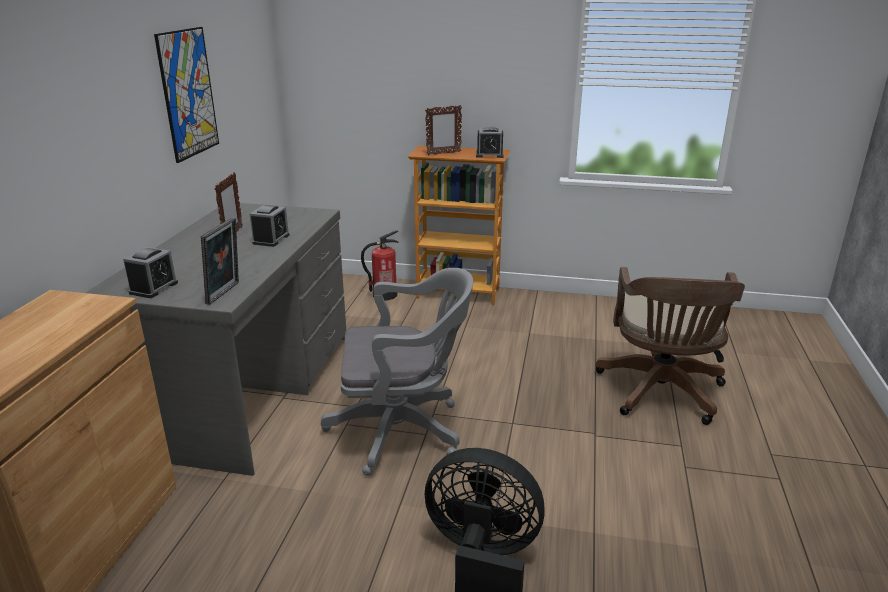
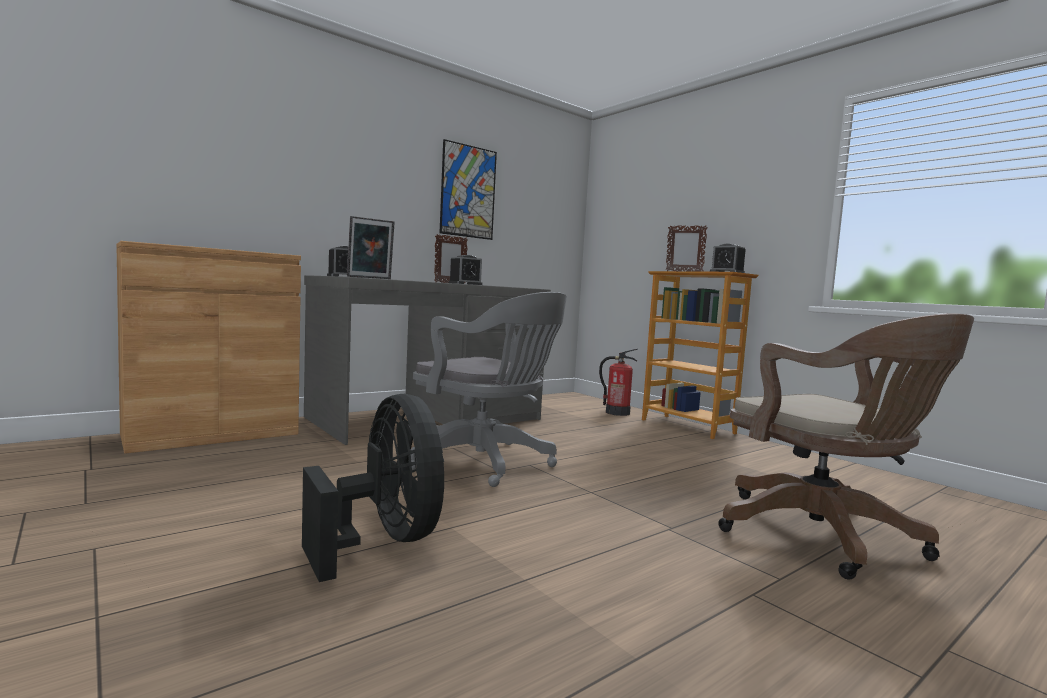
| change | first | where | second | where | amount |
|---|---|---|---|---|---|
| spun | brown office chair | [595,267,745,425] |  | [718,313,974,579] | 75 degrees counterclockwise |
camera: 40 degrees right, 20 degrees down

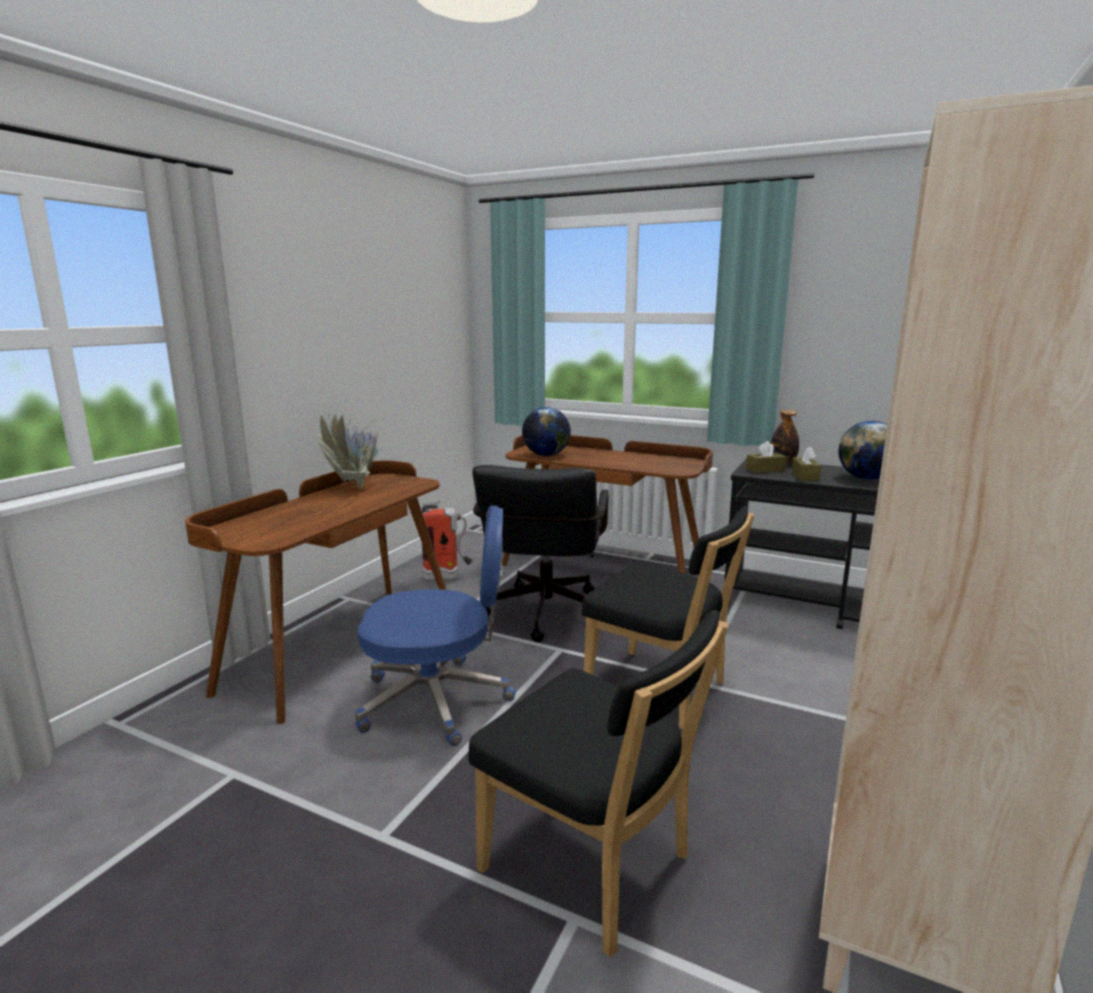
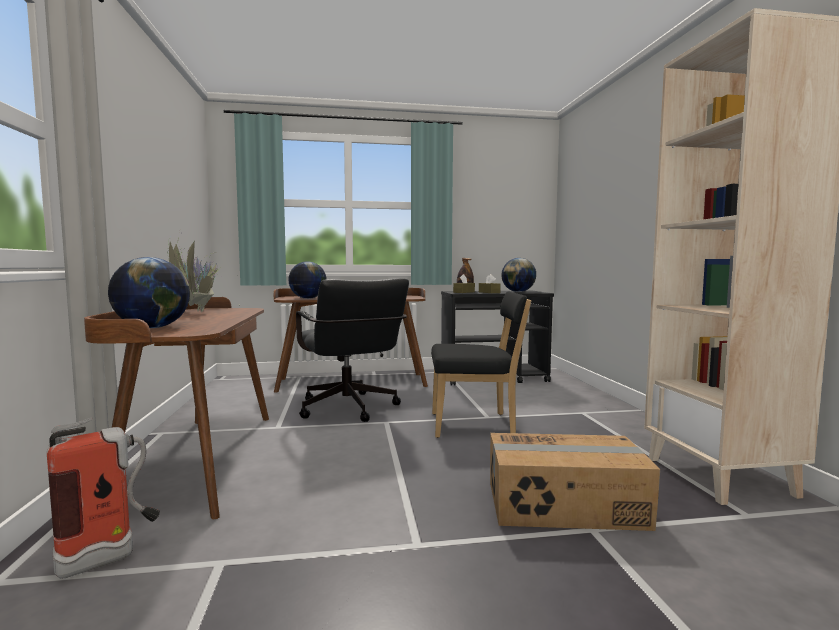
| change | first | where | second | where | amount |
|---|---|---|---|---|---|
| relocated | fire extinguisher | [422,501,473,581] |  | [47,418,160,579] |  |
| appeared |  |  | globe | [108,257,190,328] |  |
| exchanged | black chair | [468,610,728,957] | cardboard box | [490,433,660,531] |  |
| missing | blue office chair | [355,505,516,746] |  |  |  |
camera: 35 degrees left, 10 degrees down

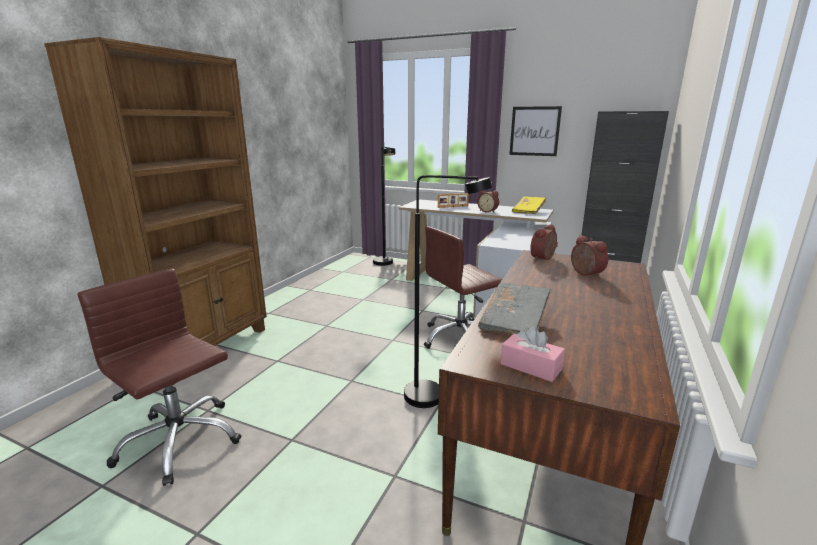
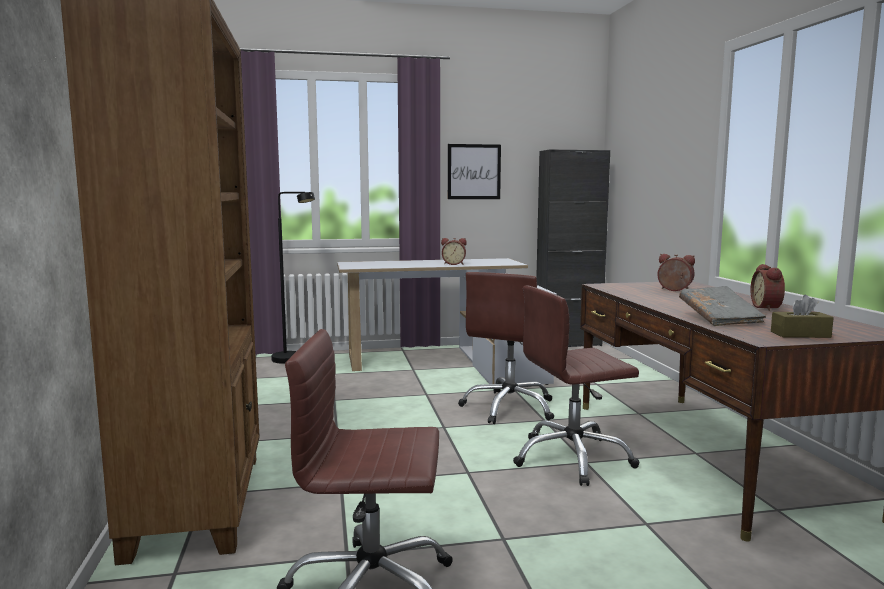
| change | first | where | second | where | amount |
|---|---|---|---|---|---|
| exchanged | black floor lamp | [404,175,492,408] | brown office chair | [513,285,639,486] |  |
| relocated | alarm clock | [530,224,558,261] |  | [751,264,785,311] |  |
| colour | pink tissue box | [500,326,565,382] | brown tissue box | [771,295,834,338] |  |
| missing | picture frame | [438,193,469,208] |  |  |  |
| missing | yellow book | [512,196,546,214] |  |  |  |
camera: 35 degrees left, 10 degrees down

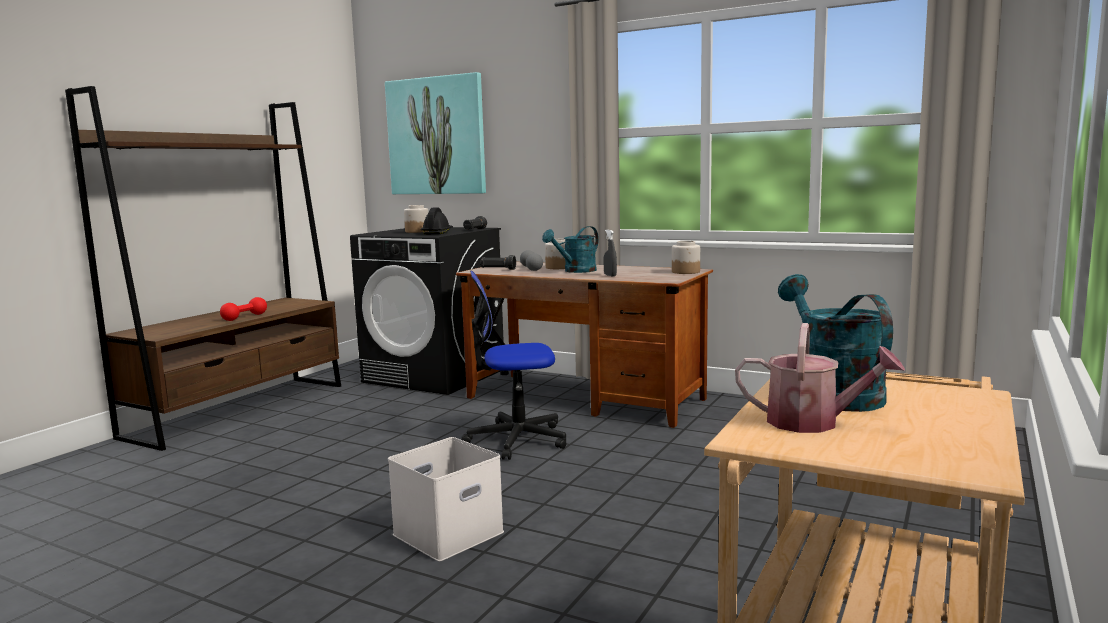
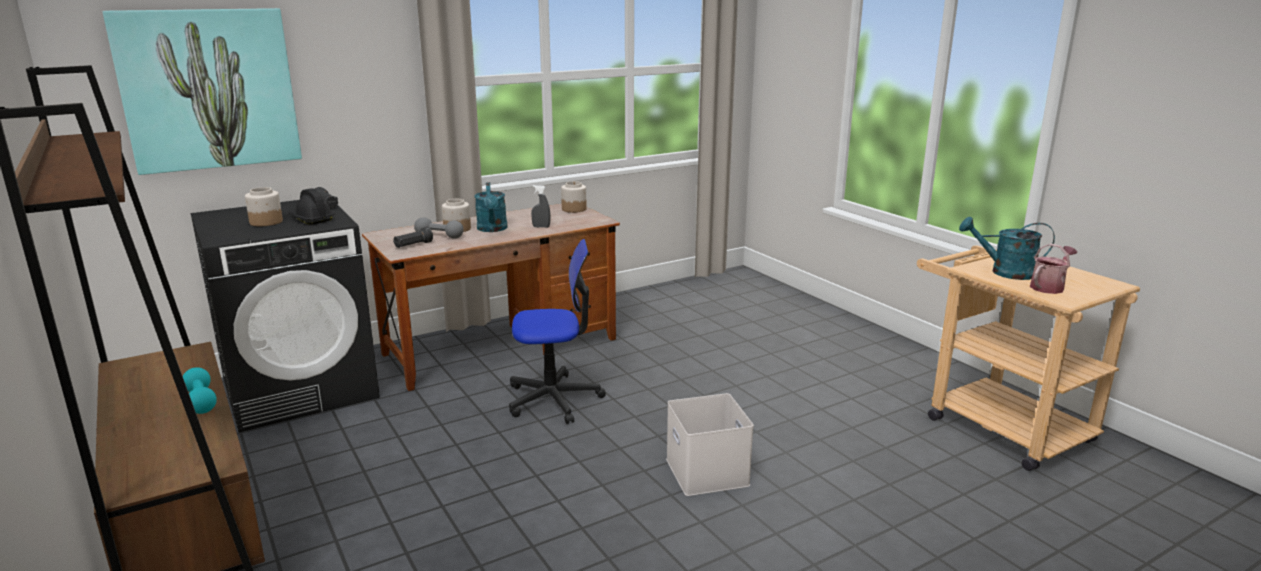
| change | first | where | second | where | amount |
|---|---|---|---|---|---|
| colour | red dumbbell | [220,297,267,321] | turquoise dumbbell | [183,367,217,414] |  |
| spun | office chair | [461,271,566,460] |  | [509,239,606,424] | 120 degrees counterclockwise |
camera: 60 degrees left, 10 degrees up

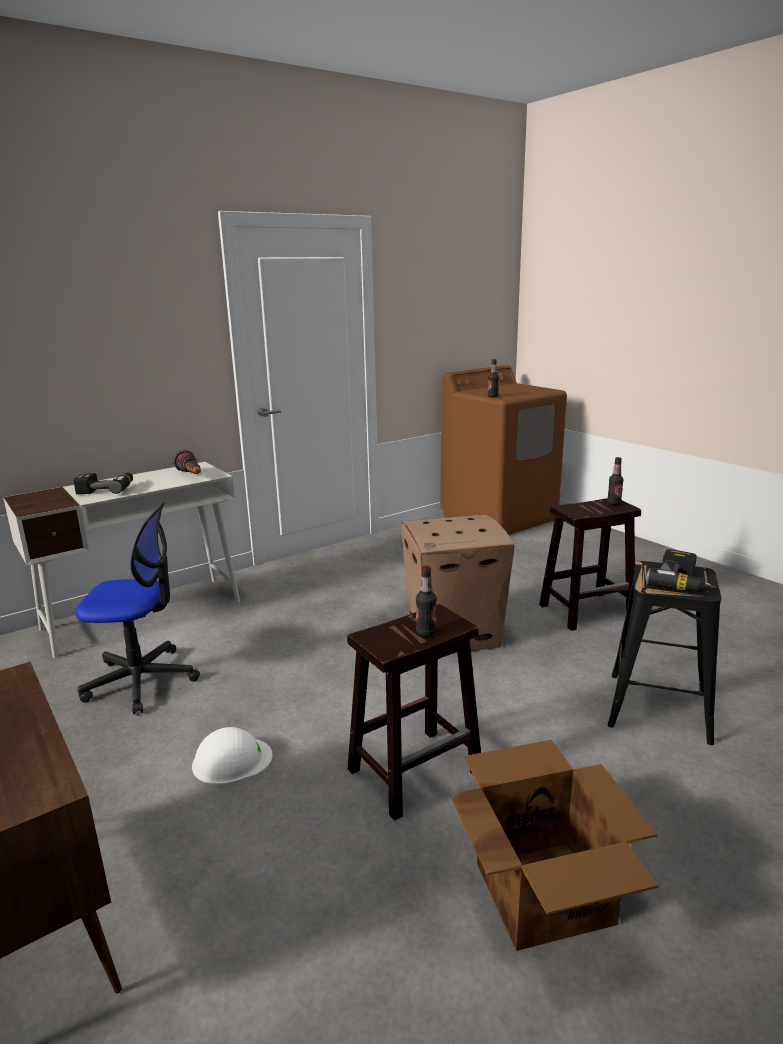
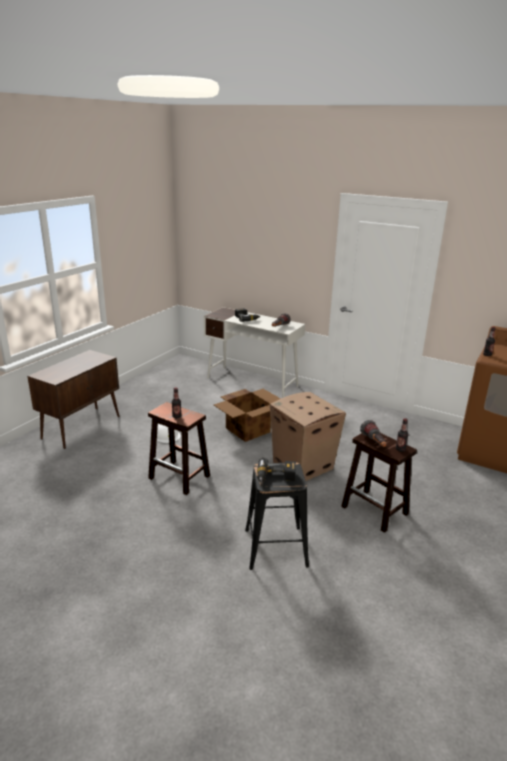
| change | first | where | second | where | amount |
|---|---|---|---|---|---|
| relocated | cardboard box | [450,740,658,951] |  | [214,389,281,442] |  |
| appeared |  |  | flashlight | [360,420,386,447] |  |
| missing | office chair | [75,502,200,714] |  |  |  |
camera: 65 degrees right, 5 degrees up

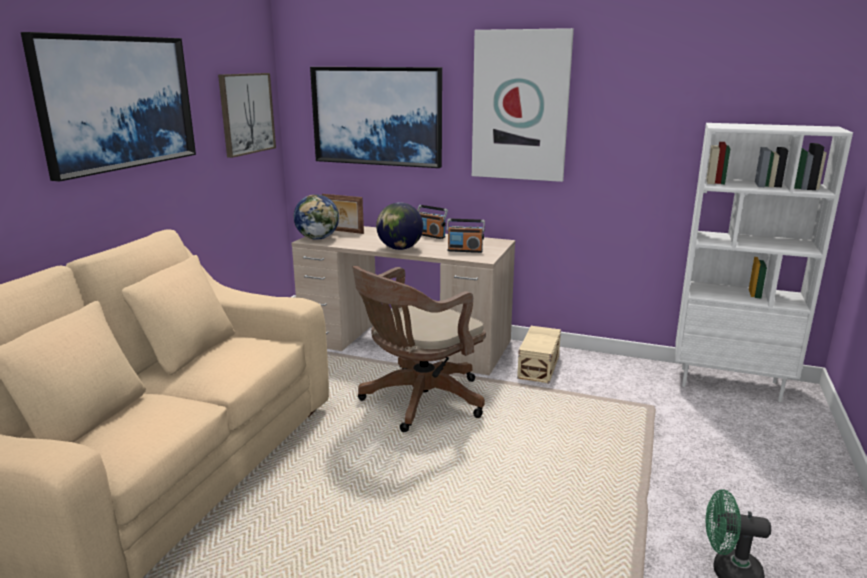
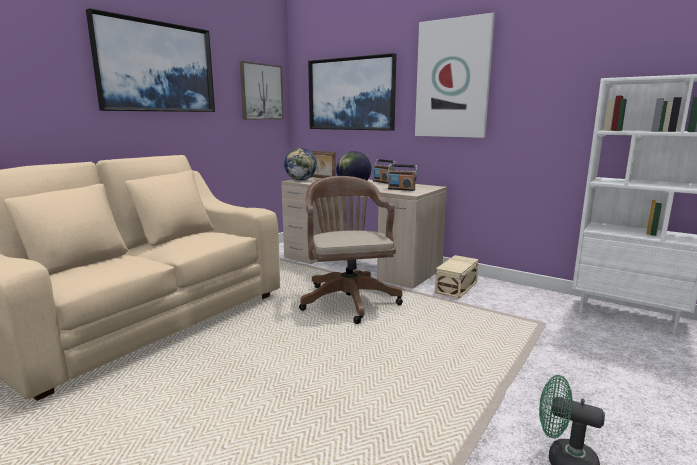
| change | first | where | second | where | amount |
|---|---|---|---|---|---|
| spun | brown office chair | [353,266,486,432] |  | [299,176,403,324] | 105 degrees clockwise |
camera: 15 degrees right, 5 degrees down

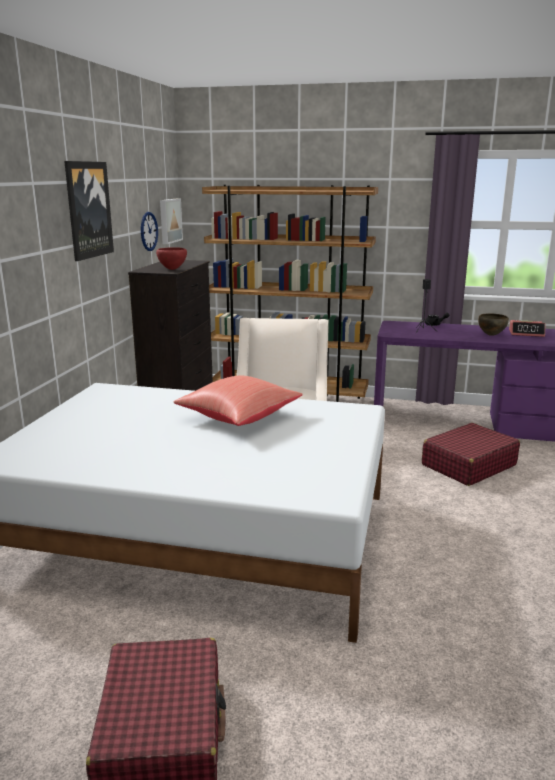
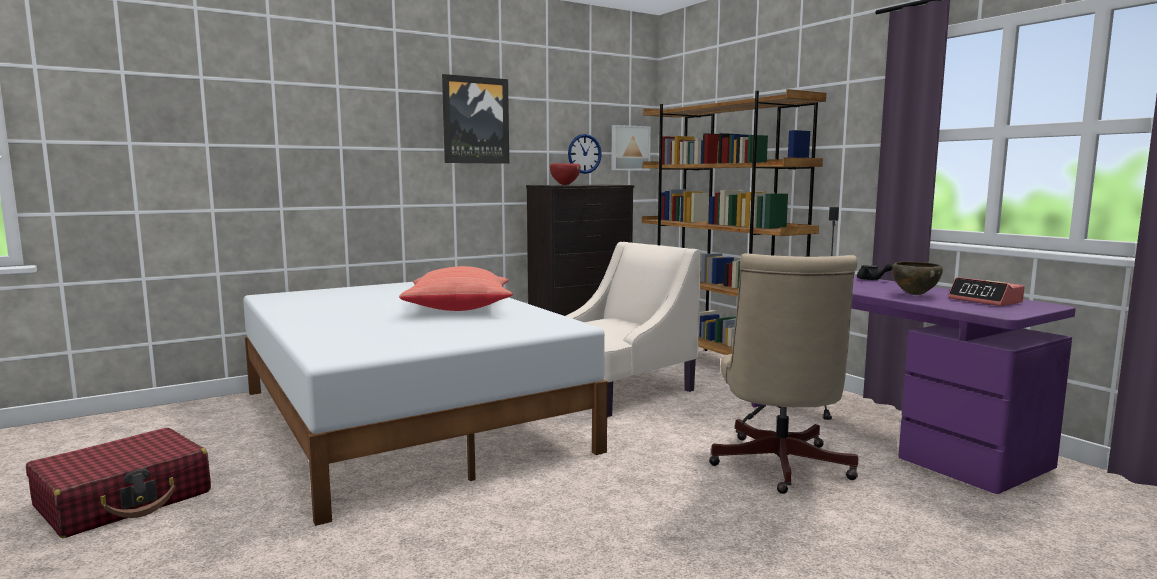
| change | first | where | second | where | amount |
|---|---|---|---|---|---|
| exchanged | red suitcase | [422,423,520,486] | beige office chair | [709,253,858,494] |  |
camera: 45 degrees right, 10 degrees down

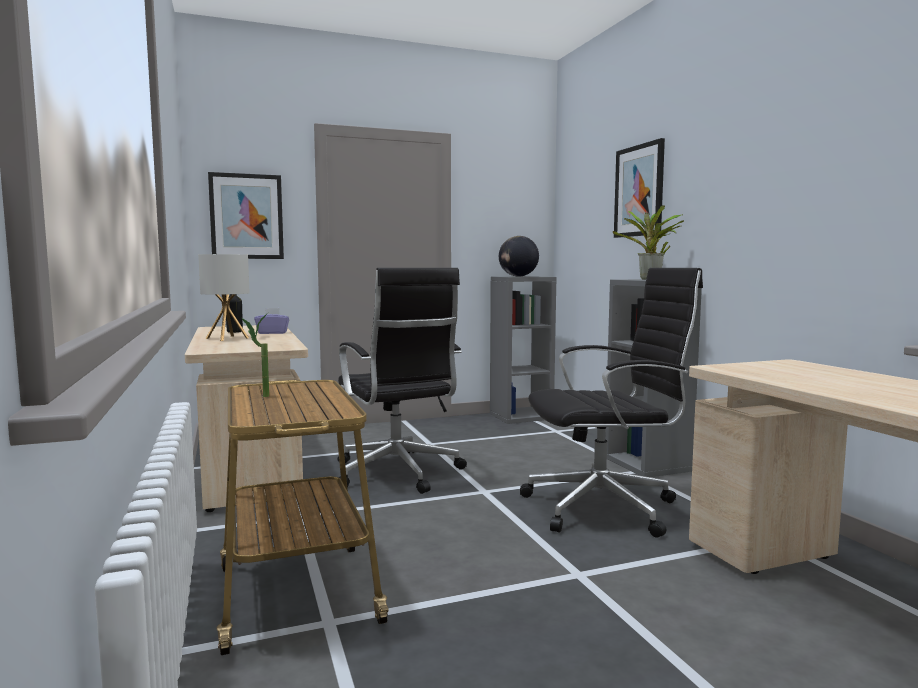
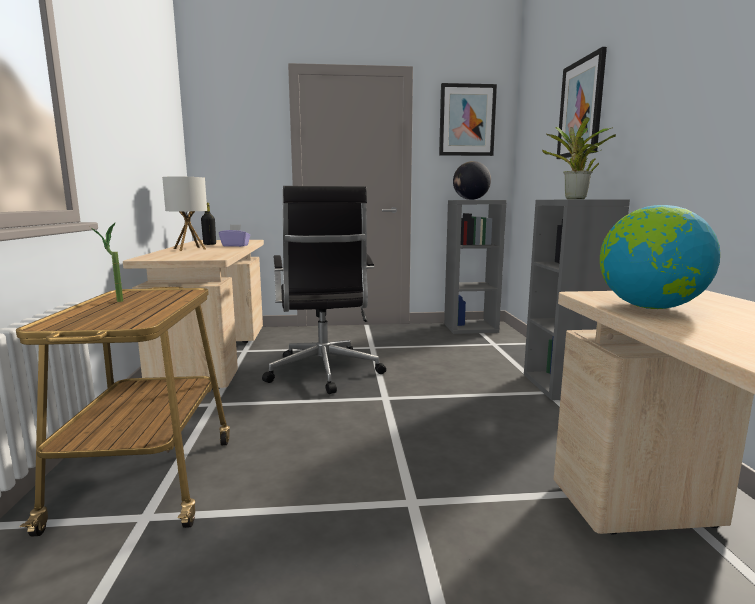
| change | first | where | second | where | amount |
|---|---|---|---|---|---|
| relocated | picture | [208,172,284,259] |  | [439,83,497,156] |  |
| appeared |  |  | globe | [600,205,720,309] |  |
| missing | black office chair | [520,268,703,538] |  |  |  |
camera: 15 degrees right, 5 degrees up

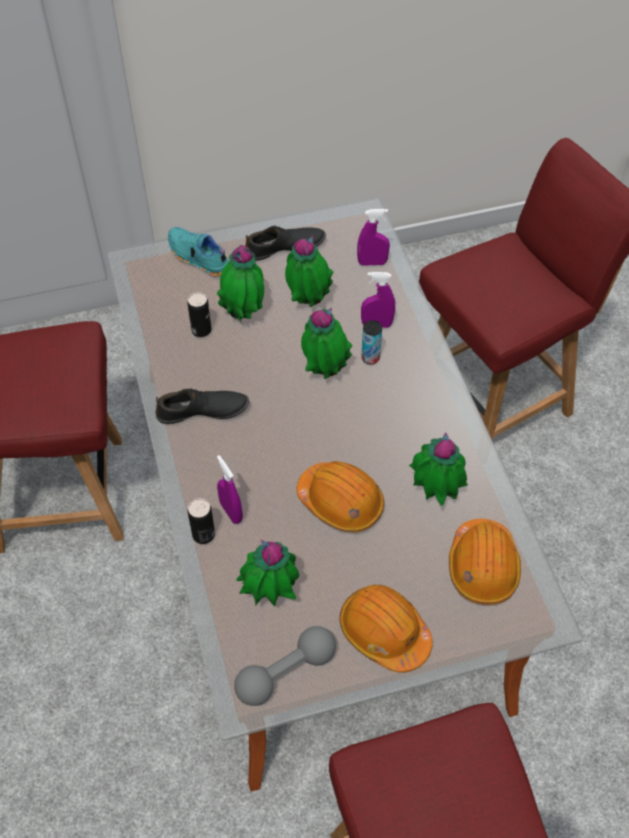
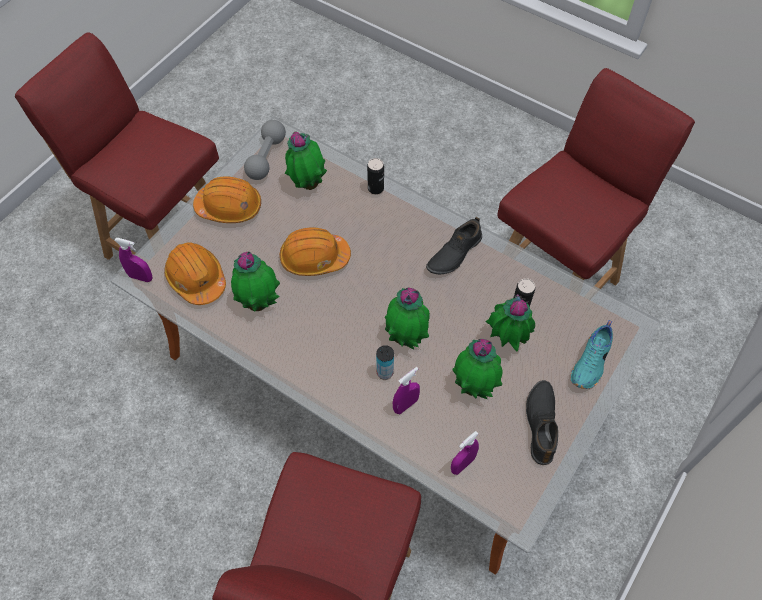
| change | first | where | second | where | amount |
|---|---|---|---|---|---|
| relocated | purple spray bottle | [217,455,243,524] |  | [114,238,152,282] |  |
| spun | black shoe | [245,225,326,261] |  | [526,380,558,465] | 150 degrees clockwise |
| spun | turquoise shoe | [168,227,228,276] |  | [571,320,613,389] | 120 degrees clockwise |
camera: 140 degrees right, 5 degrees up

